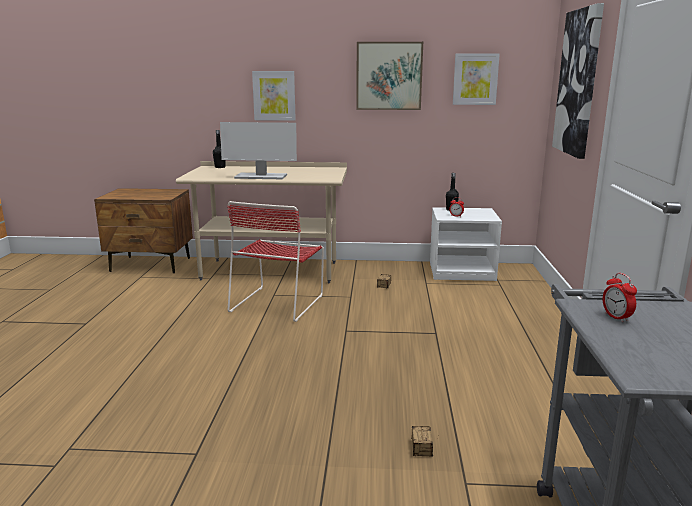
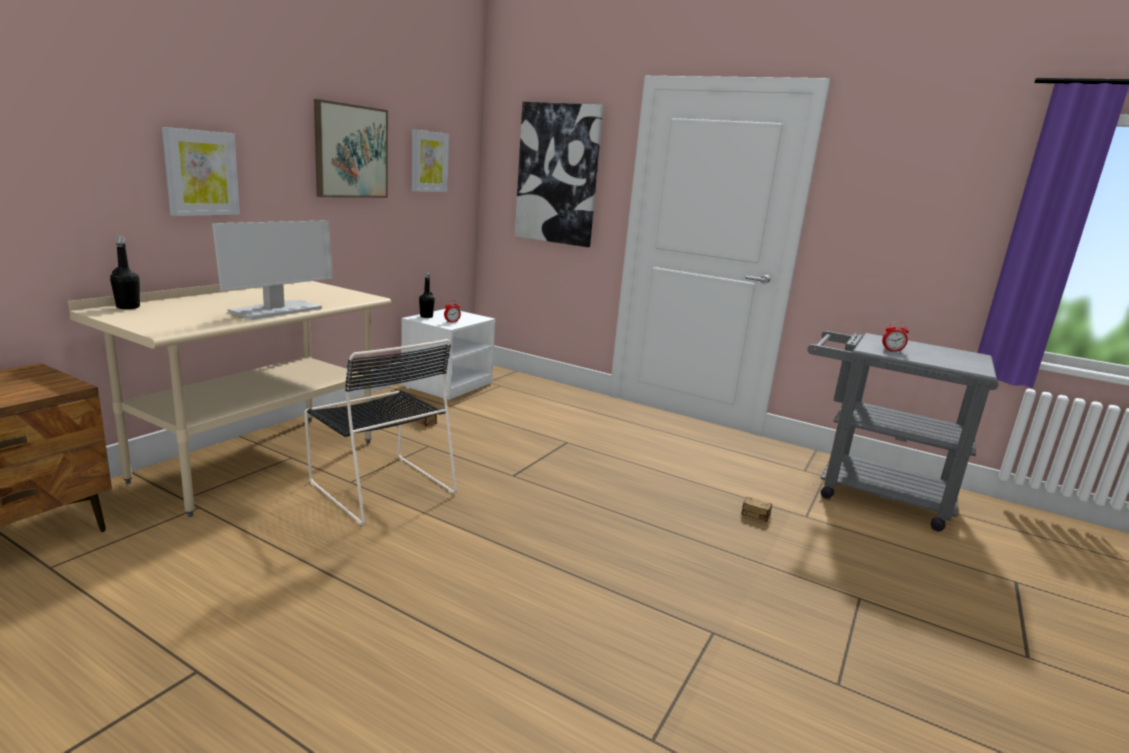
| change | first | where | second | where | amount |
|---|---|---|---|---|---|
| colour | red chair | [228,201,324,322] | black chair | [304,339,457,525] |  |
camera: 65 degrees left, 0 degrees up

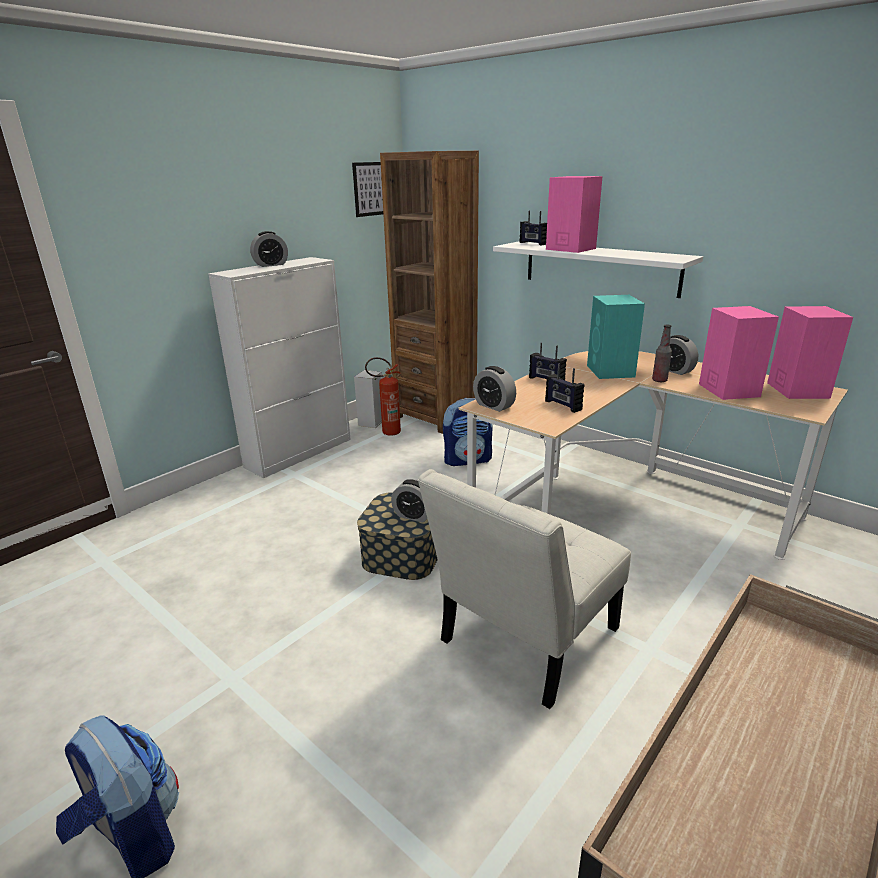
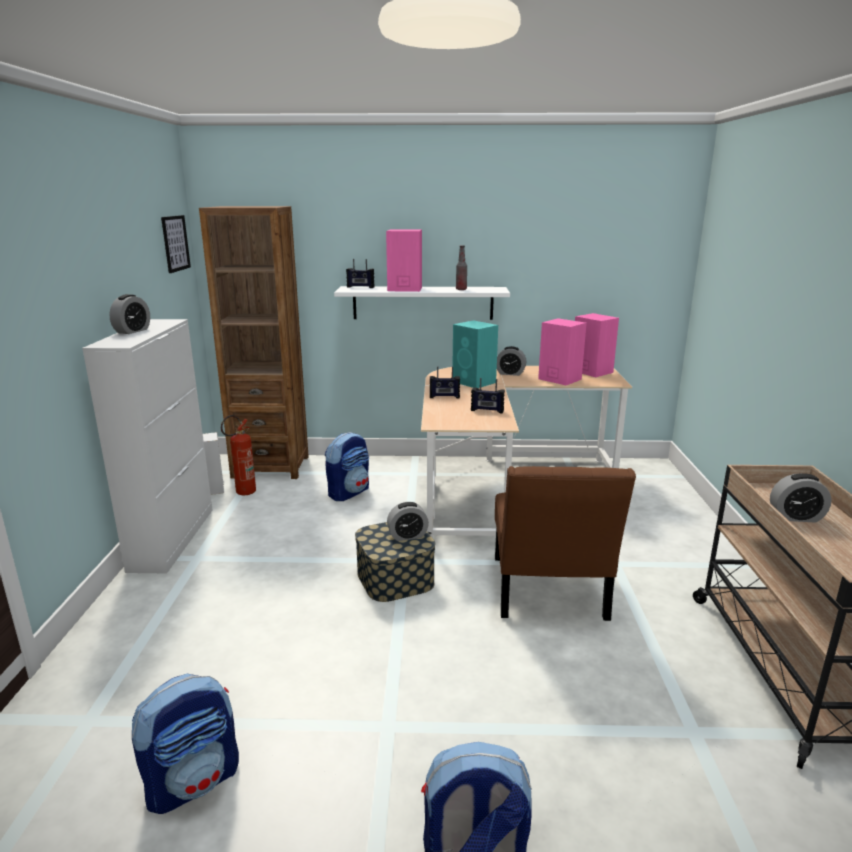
| change | first | where | second | where | amount |
|---|---|---|---|---|---|
| appeared |  |  | backpack | [132,674,239,814] |  |
| relocated | bottle | [652,325,672,382] |  | [456,245,467,290] |  |
| colour | white chair | [418,469,631,709] | brown chair | [495,466,636,621] |  |
| relocated | alarm clock | [473,366,516,412] |  | [770,473,832,523] |  |
camera: 40 degrees left, 5 degrees down

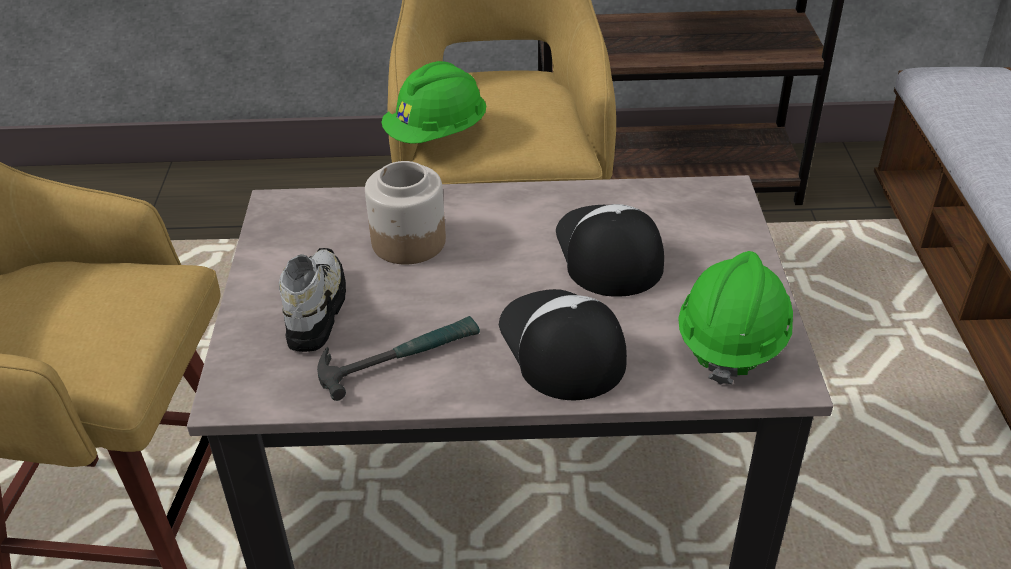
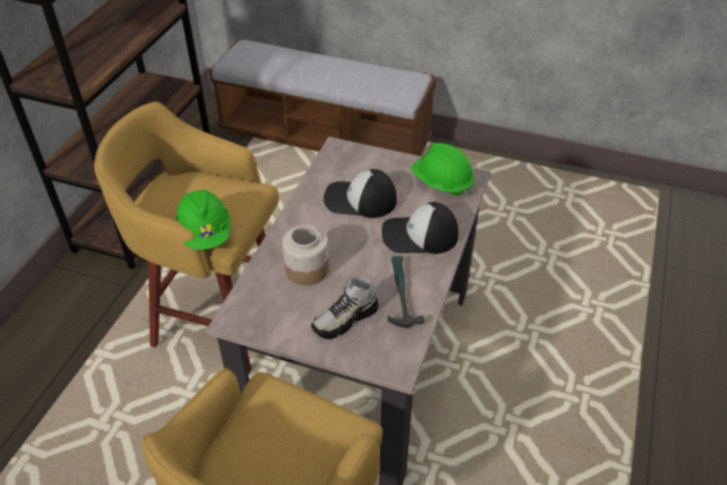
| change | first | where | second | where | amount |
|---|---|---|---|---|---|
| spun | shoe | [279,248,346,352] |  | [311,278,379,339] | 60 degrees counterclockwise |
camera: 70 degrees left, 5 degrees up

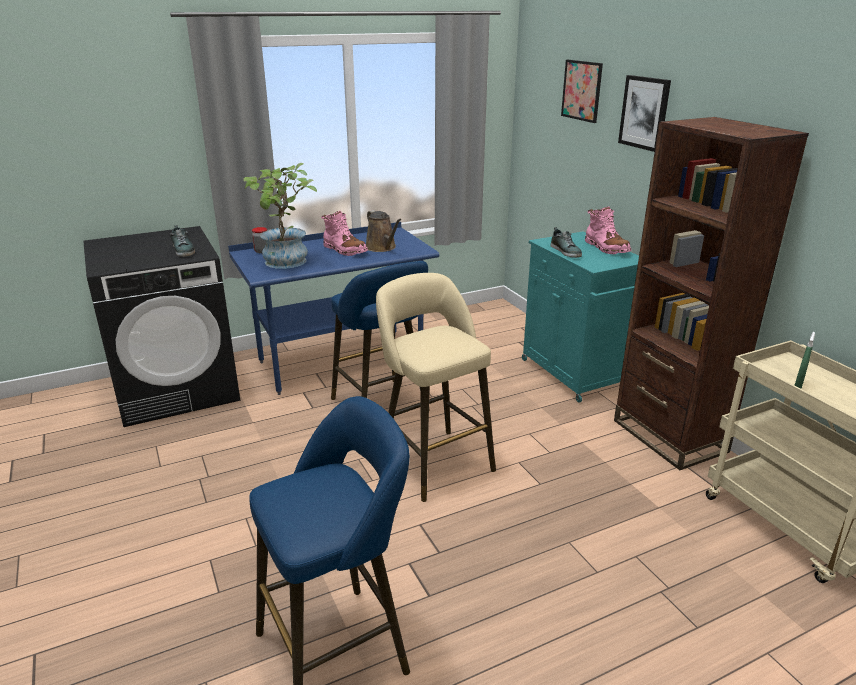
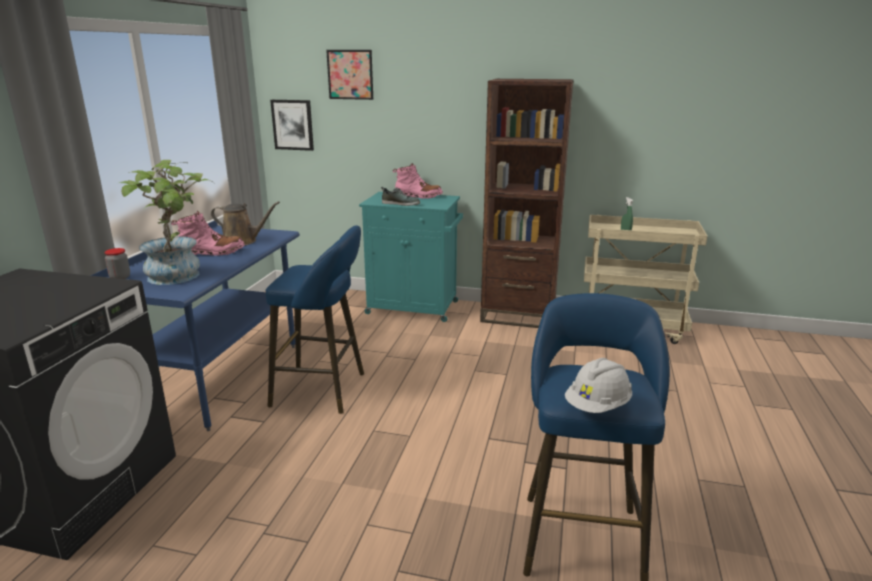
| change | first | where | second | where | amount |
|---|---|---|---|---|---|
| relocated | picture | [618,75,671,152] |  | [270,100,314,151] |  |
| appeared |  |  | white hard hat | [565,358,632,413] |  |
| missing | shoe | [170,225,195,257] |  |  |  |
| missing | beige stool | [376,273,496,502] |  |  |  |
camera: 50 degrees left, 5 degrees down

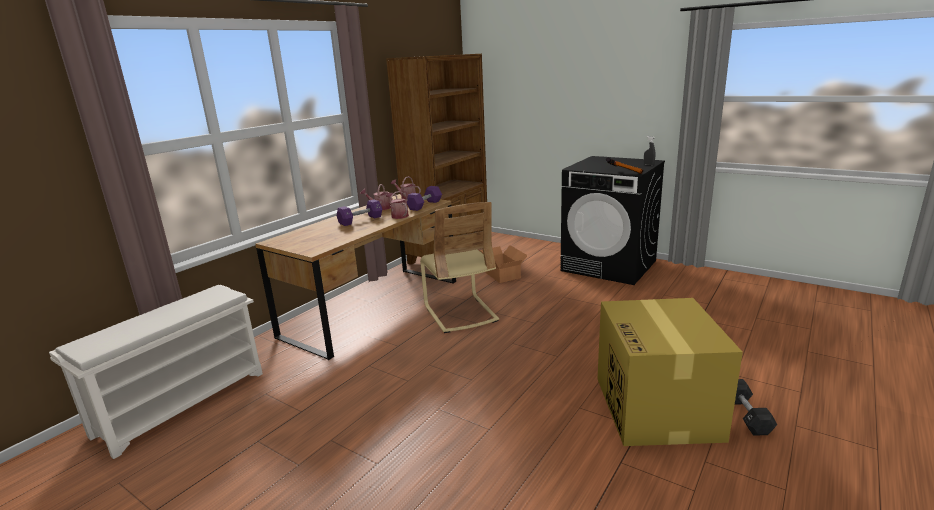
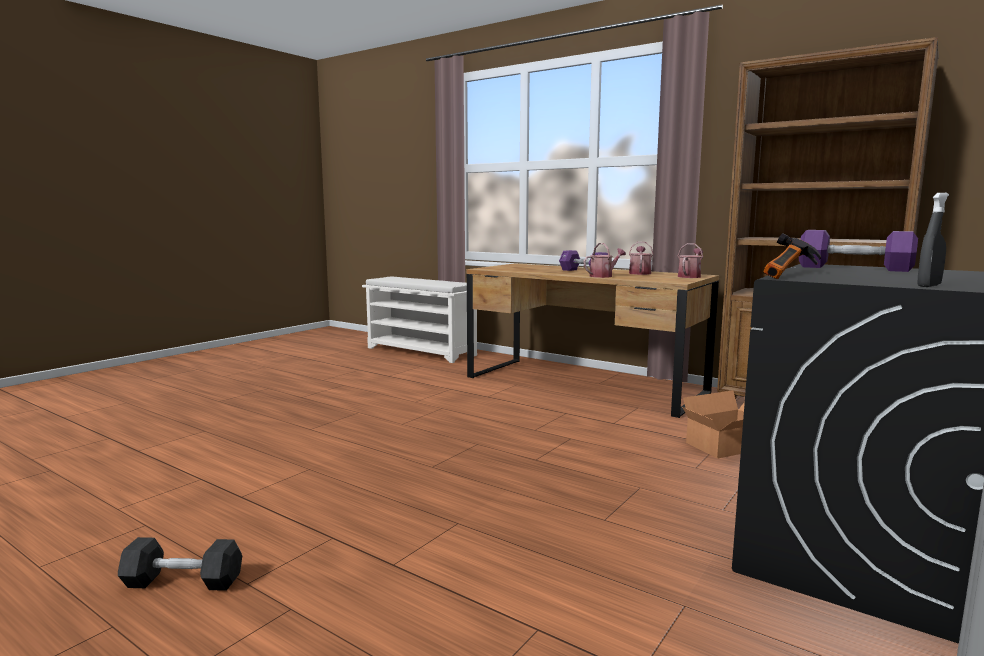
| change | first | where | second | where | amount |
|---|---|---|---|---|---|
| relocated | purple dumbbell | [407,186,442,211] |  | [799,230,918,272] |  |
| missing | beige chair | [420,202,499,333] |  |  |  |
| missing | cardboard box | [597,298,743,446] |  |  |  |
camera: 90 degrees right, 10 degrees down

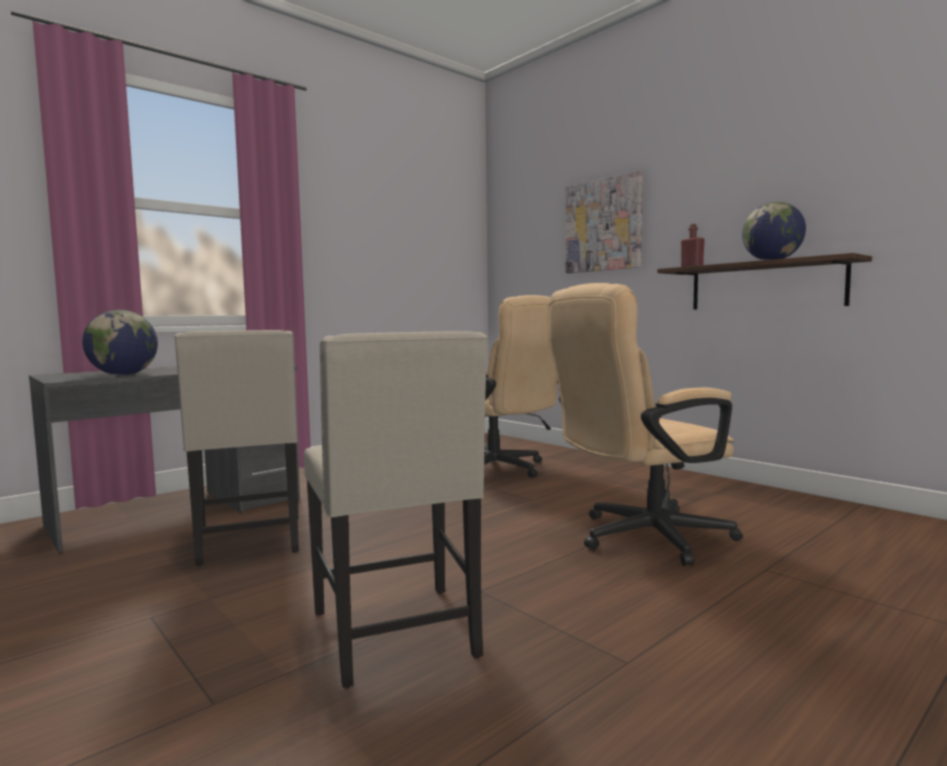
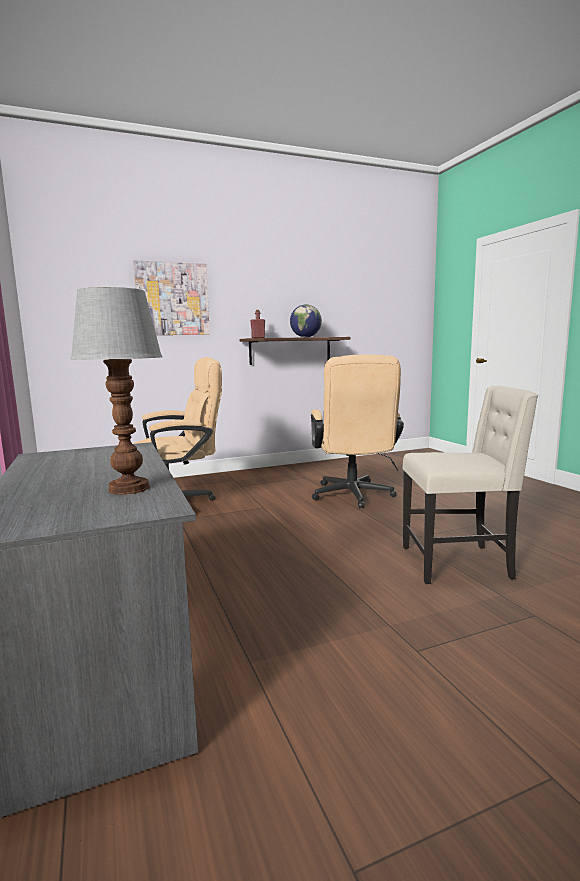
| change | first | where | second | where | amount |
|---|---|---|---|---|---|
| exchanged | globe | [82,310,158,375] | table lamp | [70,287,162,495] |  |
| missing | beige chair | [174,330,299,566] |  |  |  |
camera: 70 degrees left, 5 degrees up

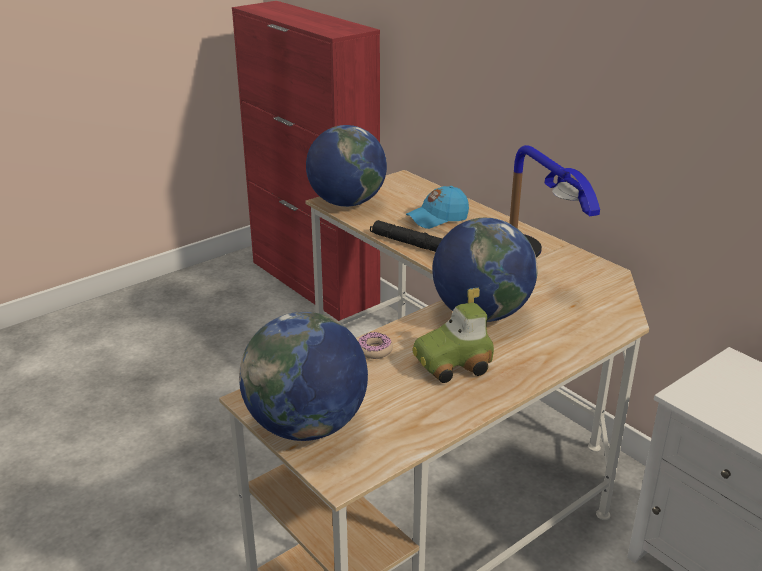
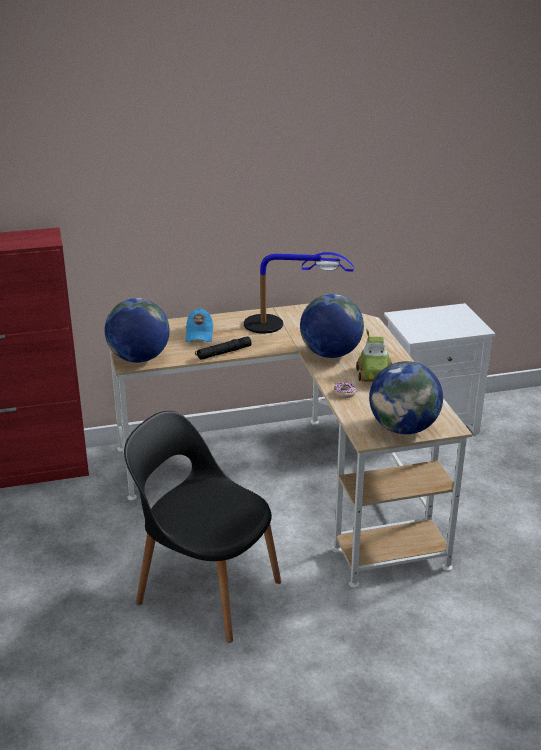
| change | first | where | second | where | amount |
|---|---|---|---|---|---|
| appeared |  |  | black chair | [124,411,281,643] |  |
camera: 65 degrees left, 0 degrees up

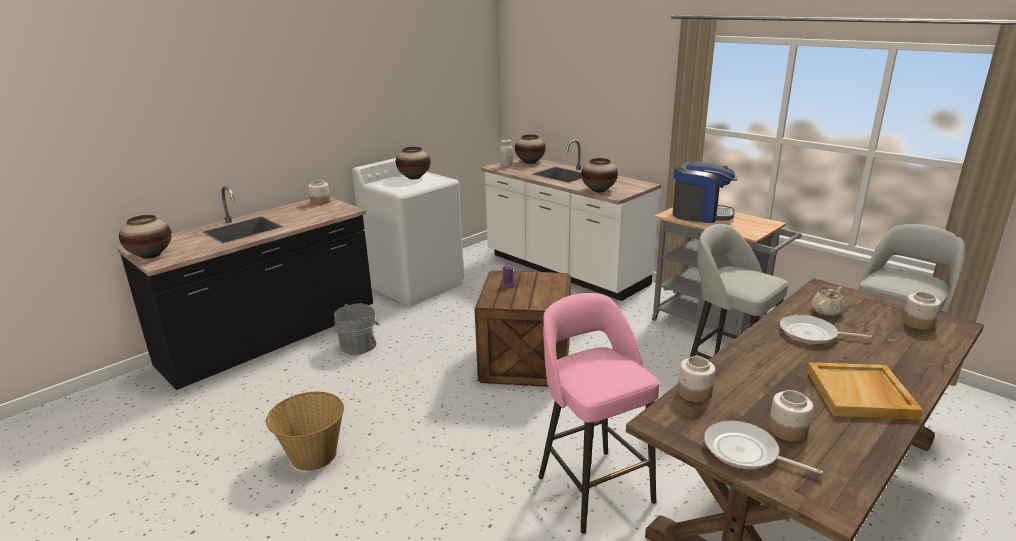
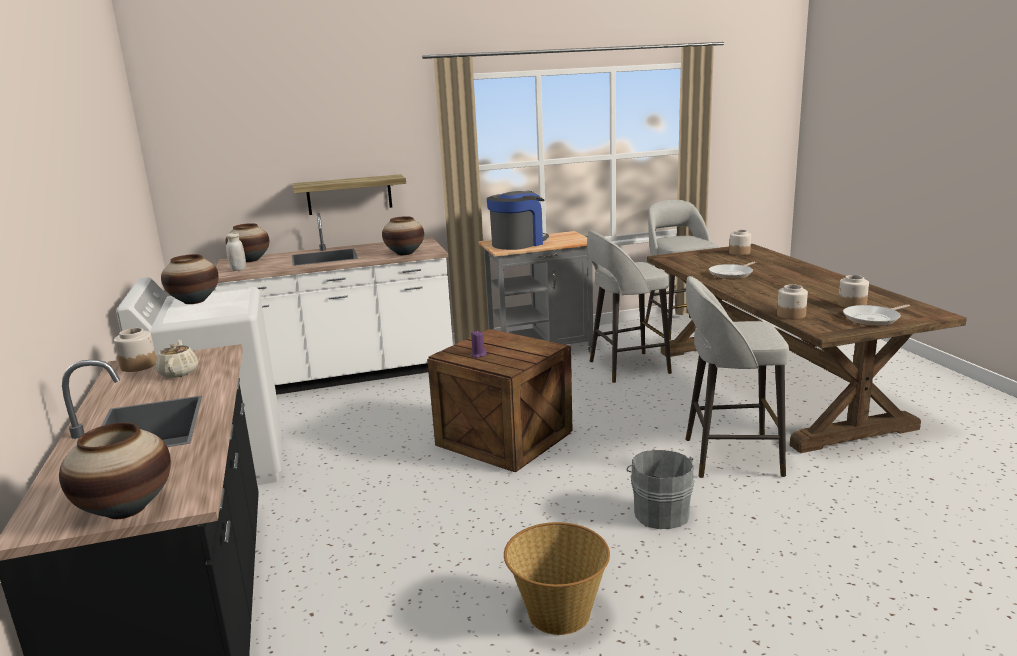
| change | first | where | second | where | amount |
|---|---|---|---|---|---|
| relocated | beige teapot | [811,286,845,316] |  | [156,339,198,378] |  |
| appeared |  |  | shelf | [292,174,406,215] |  |
| relocated | grey bucket | [334,303,380,355] |  | [626,450,694,529] |  |
| colour | pink stool | [538,293,659,534] | grey stool | [685,276,789,478] |  |
| missing | beige tray | [807,362,923,419] |  |  |  |
camera: 60 degrees left, 5 degrees down

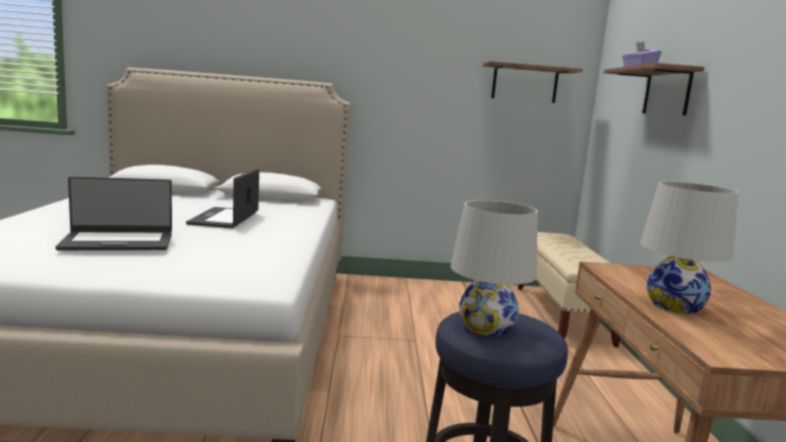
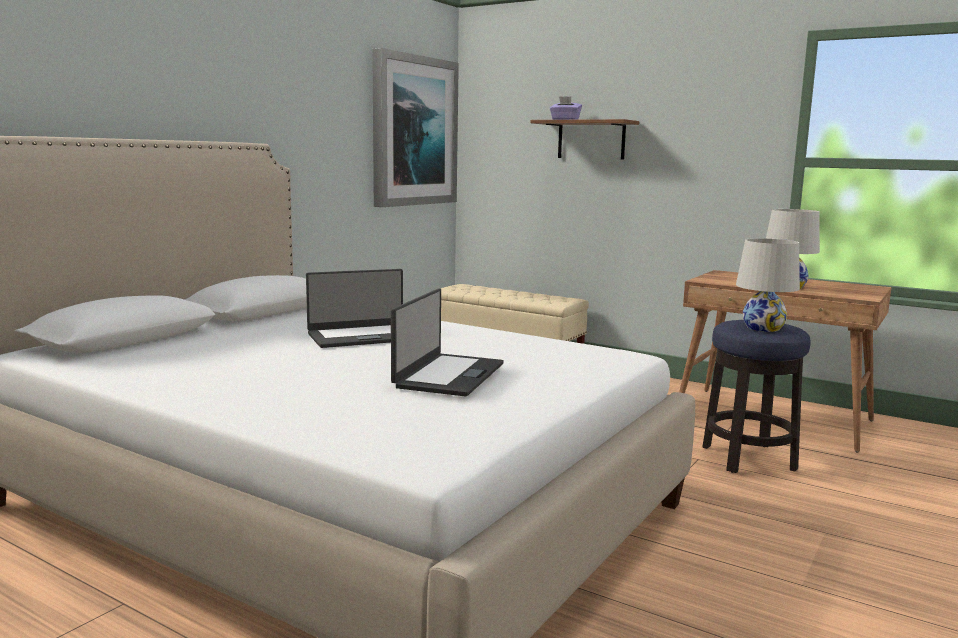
| change | first | where | second | where | amount |
|---|---|---|---|---|---|
| spun | laptop | [186,169,259,228] |  | [306,269,403,348] | 60 degrees counterclockwise |
| exchanged | shelf | [483,61,583,103] | picture | [372,48,459,207] |  |
camera: 55 degrees left, 0 degrees up

